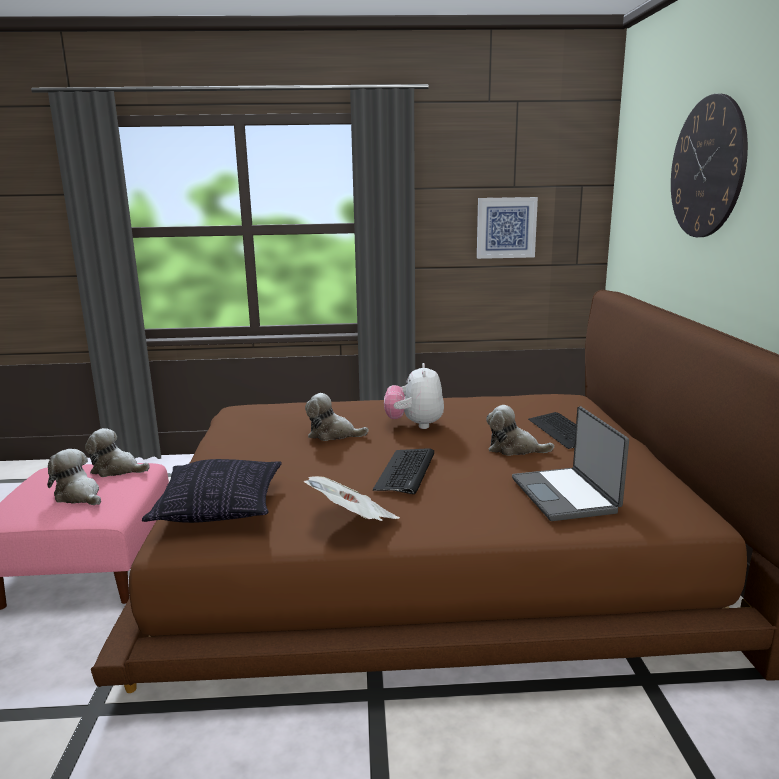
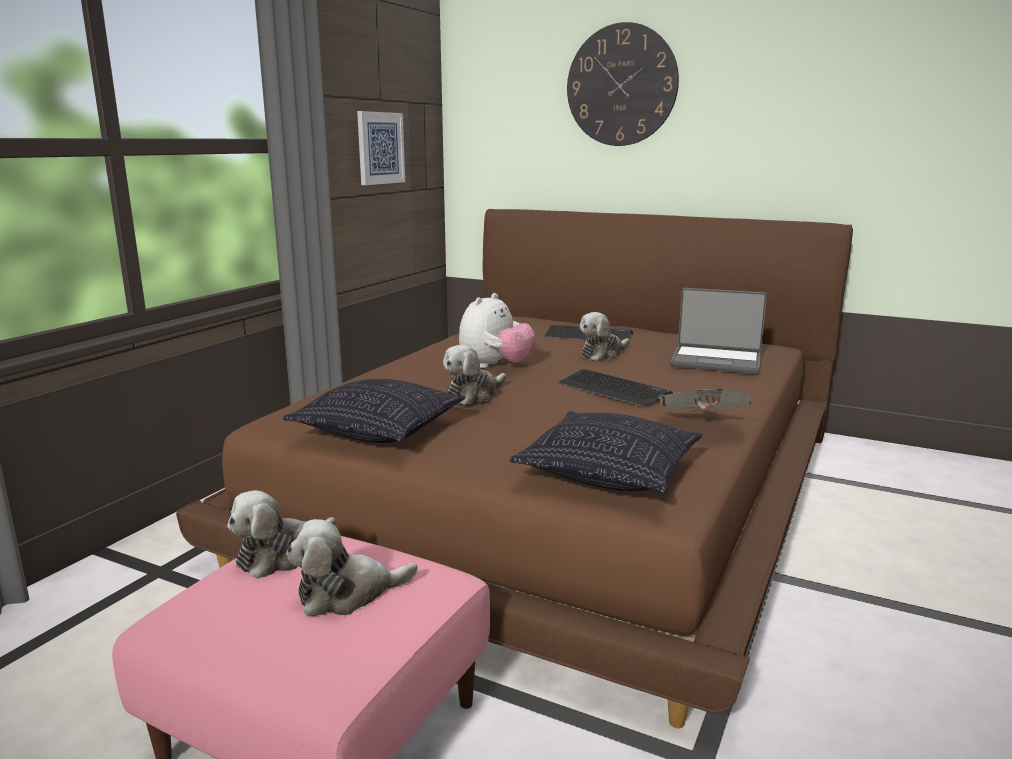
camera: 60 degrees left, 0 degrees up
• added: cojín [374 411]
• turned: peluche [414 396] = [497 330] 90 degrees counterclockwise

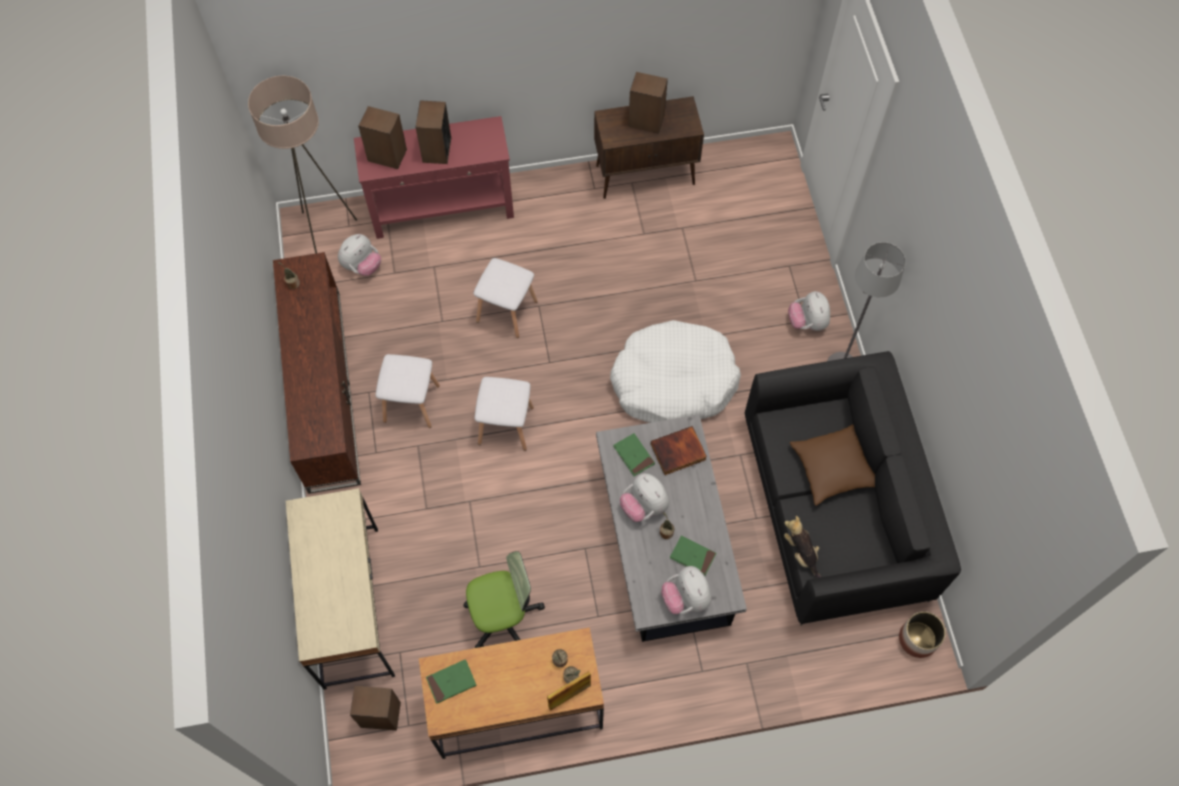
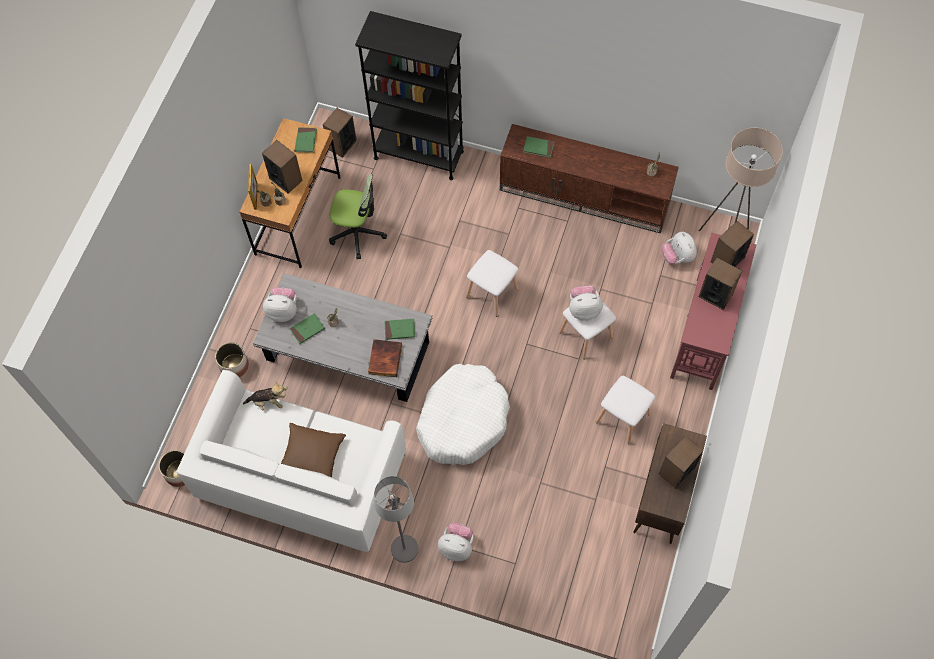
camera: 120 degrees right, 0 degrees up
• recoloured: sofá [negro] [853 488] to sofá [blanco] [291 461]
• added: maceta [232 359]
• added: altavoz [282 166]
• turned: silla de oficina [504 599] = [358 216] 90 degrees counterclockwise
• replaced: escritorio [beis] [340 589] to estantería [negro] [409 95]
• added: libro [verde] [538 147]
• moved: peluche [644 497] to [586 303]
• moved: taburete [blanco] [407 391] to [625 410]

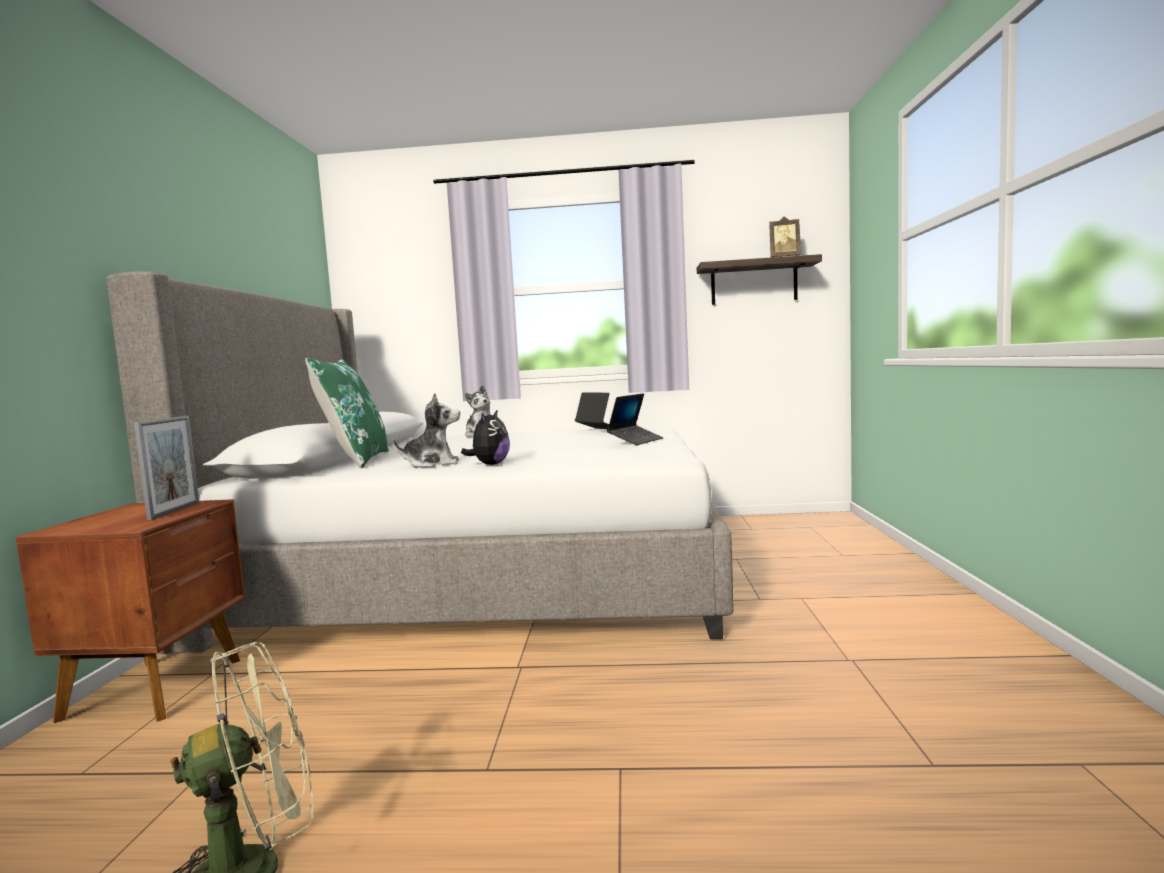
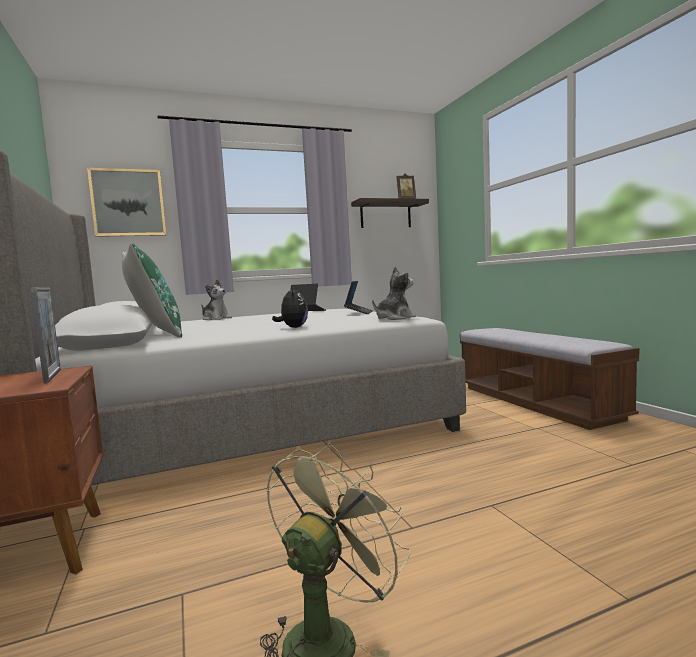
camera: 25 degrees left, 0 degrees up
• added: cuadro [126 202]
• moved: peluche [426 430] to [394 293]
• added: banco [549 379]

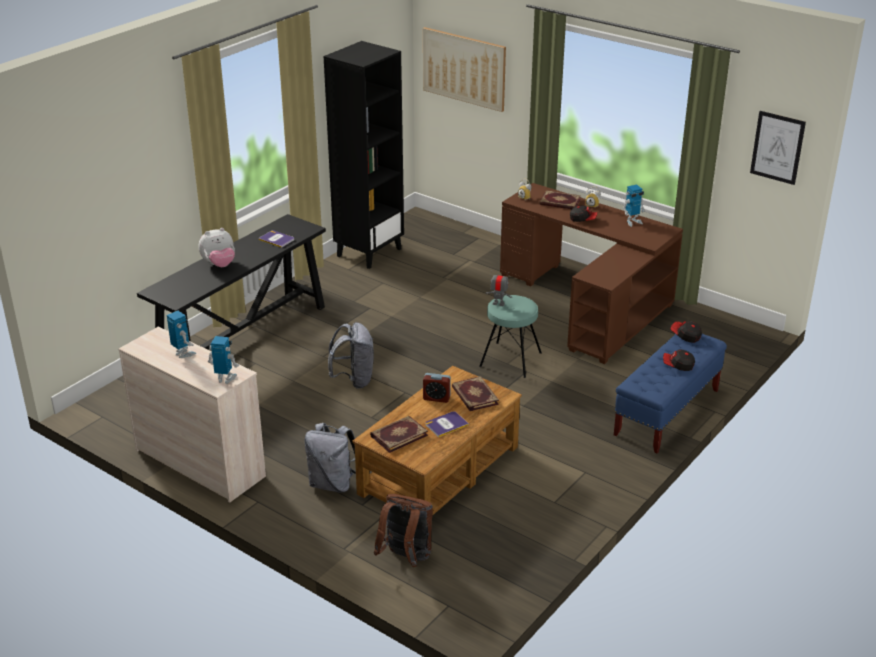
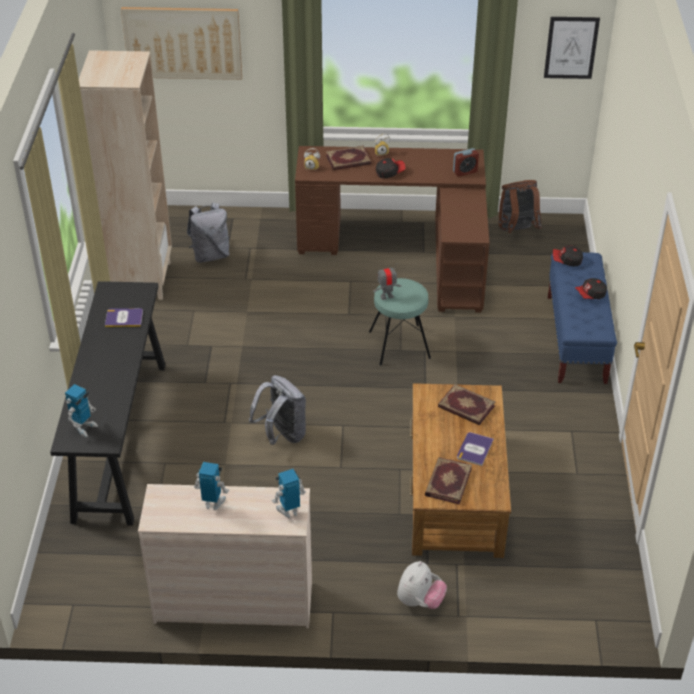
camera: 35 degrees left, 10 degrees up
• moved: robot de juguete [634 206] to [81 410]
• recoloured: estantería [negro] [363 155] to estantería [beis] [125 175]
• moved: mochila [gris] [330 458] to [208 233]
• moved: peluche [216 247] to [422 585]
• moved: despertador [437 388] to [466 162]
• moved: mochila [marrón] [403 530] to [520 206]

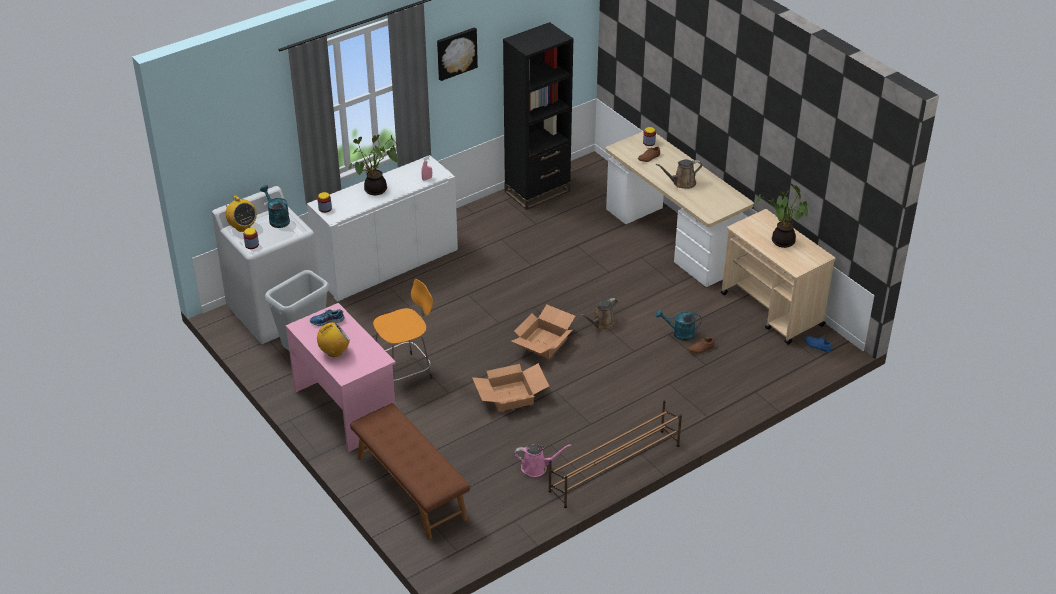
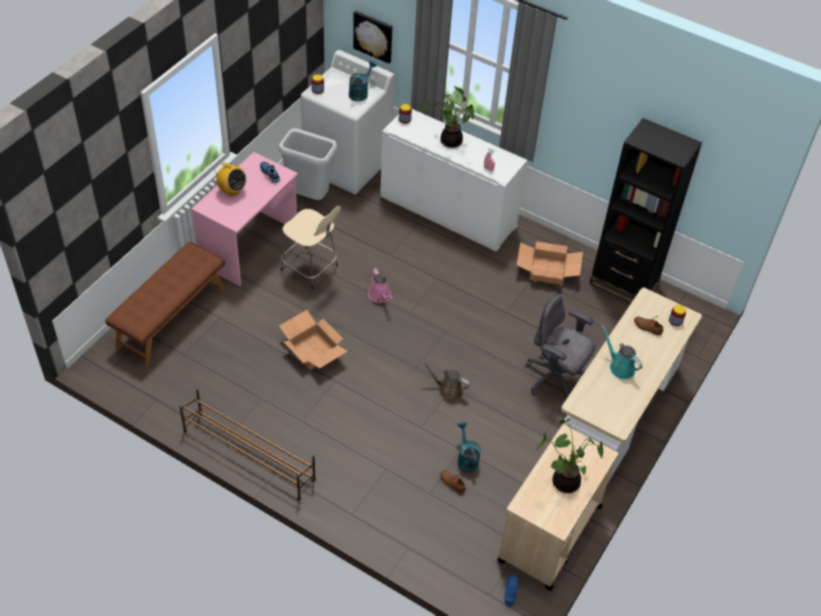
camera: 65 degrees right, 10 degrees up
• recoloured: taburete [naranja] [403 334] to taburete [beis] [311 247]
• moved: cuadro [457 54] to [372 37]
• moved: regadera [rosa] [542 460] to [380 285]
• moved: caja de cartón [543 331] to [550 263]
• added: silla de oficina [gris] [560 346]
• recoloured: regadera [marrón] [679 174] to regadera [turquesa] [621 352]
• removed: radio [240 214]

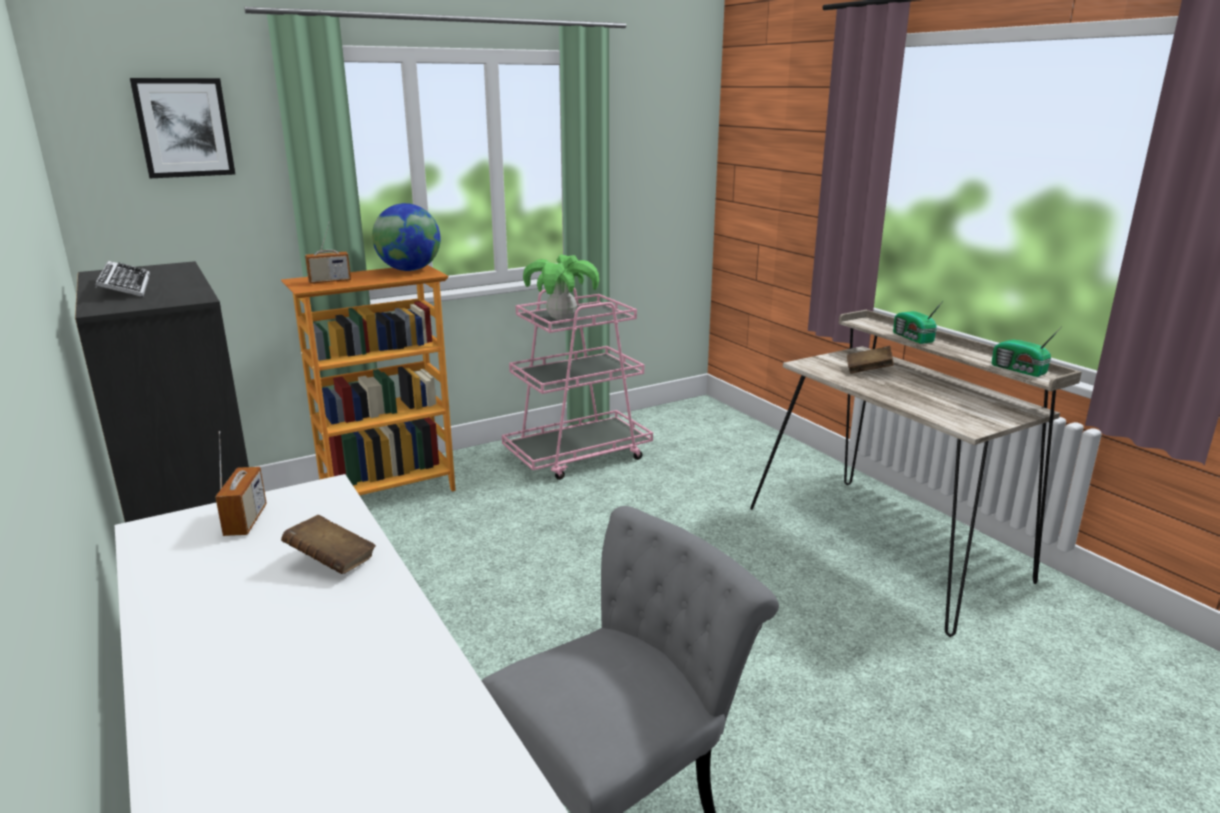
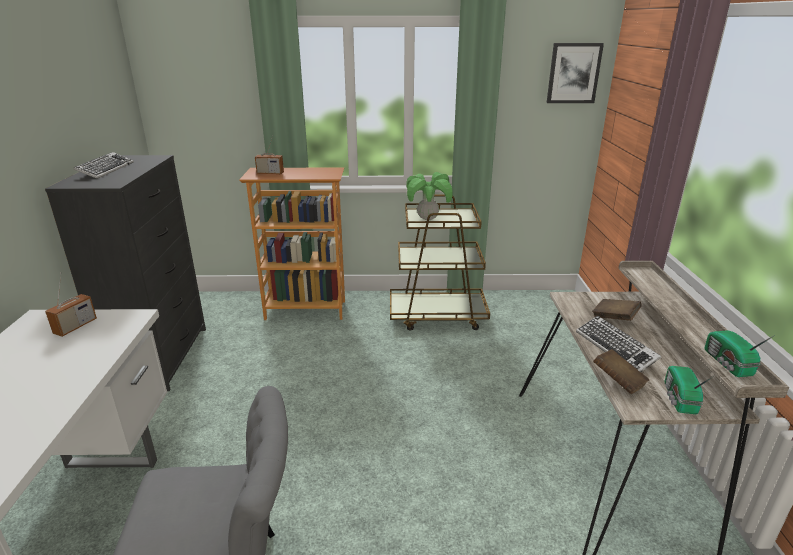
camera: 30 degrees right, 5 degrees up
• recoloured: carrito [rosa] [577 384] to carrito [marrón] [440 263]
• moved: cuadro [182 128] to [575 73]
• added: teclado [618 343]
• moved: libro [marrón] [328 544] to [621 371]
• moved: radio [918 322] to [689 390]
• removed: globo terráqueo [406 237]

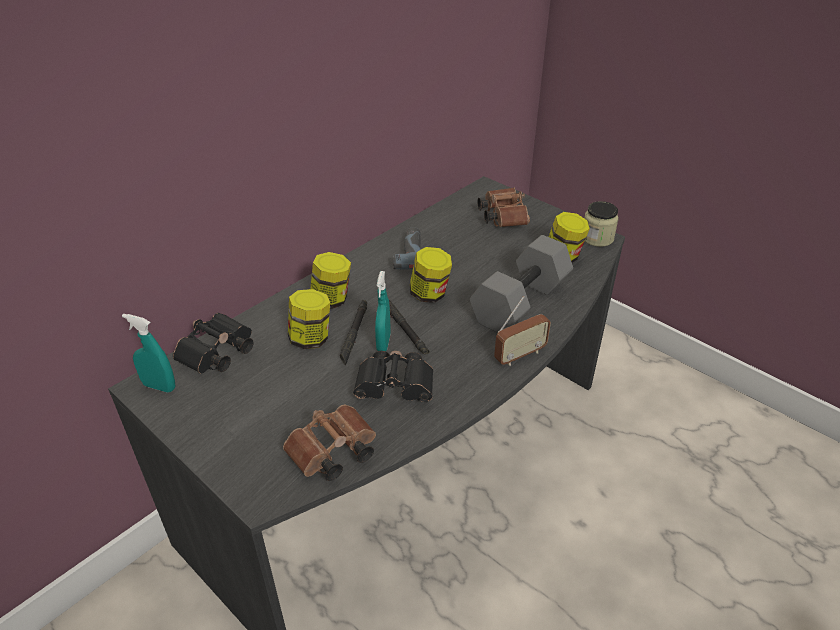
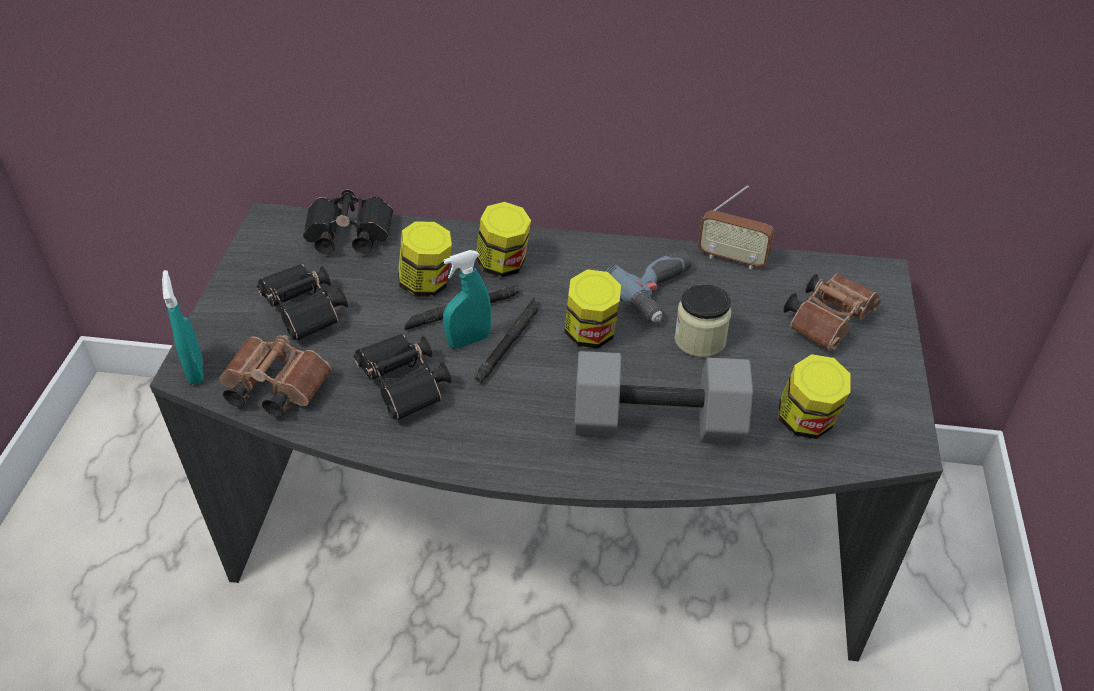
camera: 55 degrees right, 5 degrees up
• moved: pulverizador [turquesa] [148 353] to [182 327]
• added: prismáticos [negro] [302 302]
• moved: tarro [601 224] to [703 320]
• moved: radio [522 331] to [736 227]

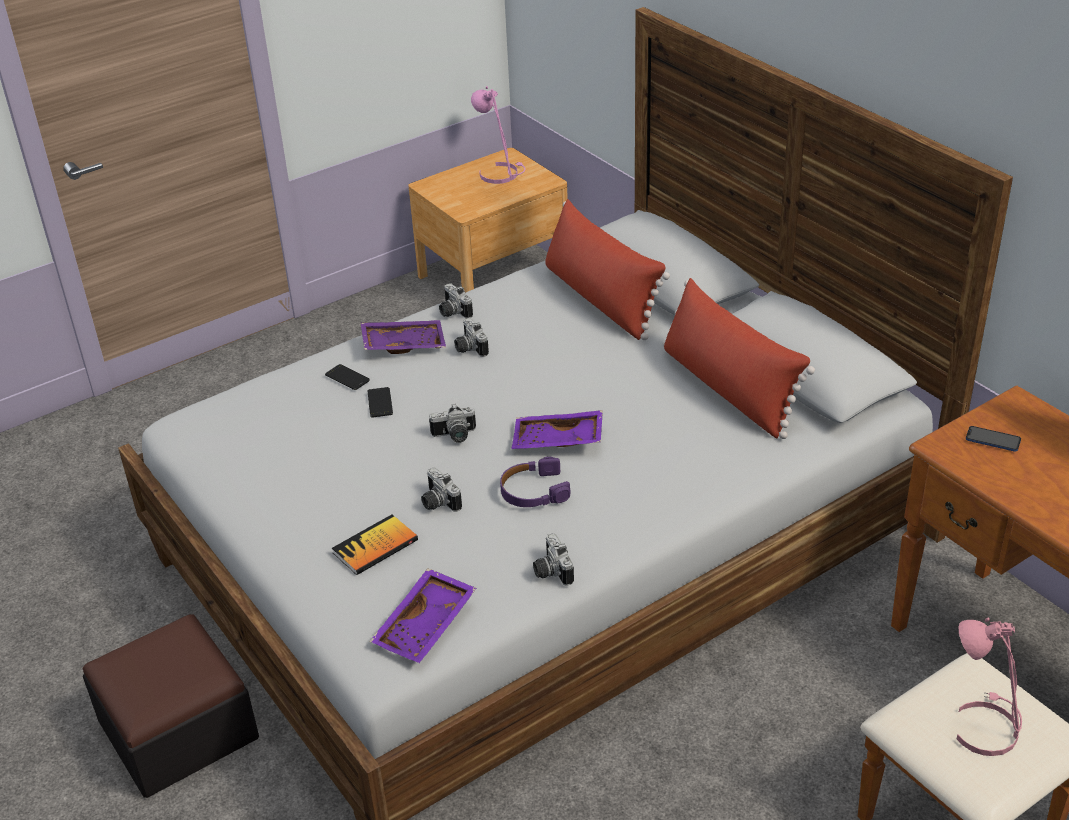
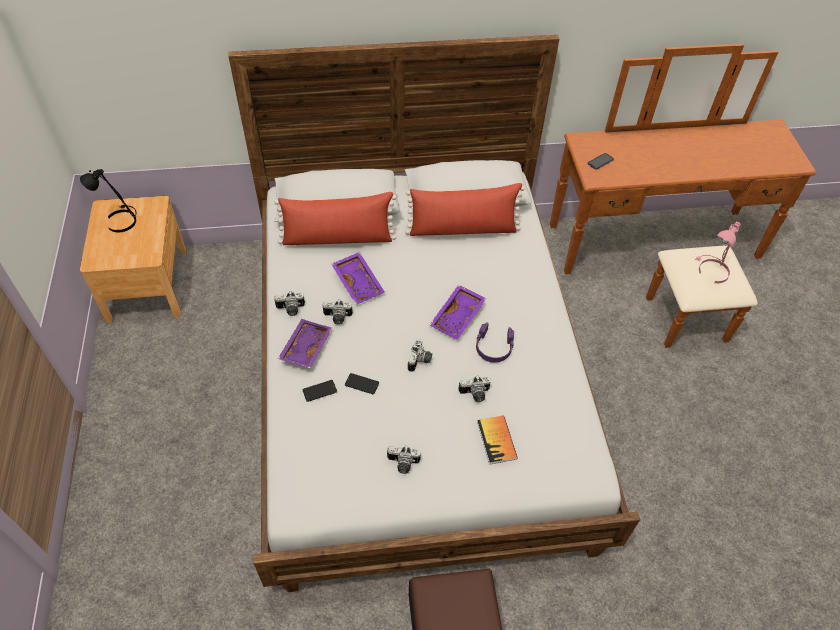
camera: 65 degrees left, 15 degrees up
• recoloured: lámpara de mesa [rosa] [498 135] to lámpara de mesa [negro] [108 201]
• moved: bandeja [morado] [423 615] to [358 278]
• moved: cámara [553 559] to [404 459]

